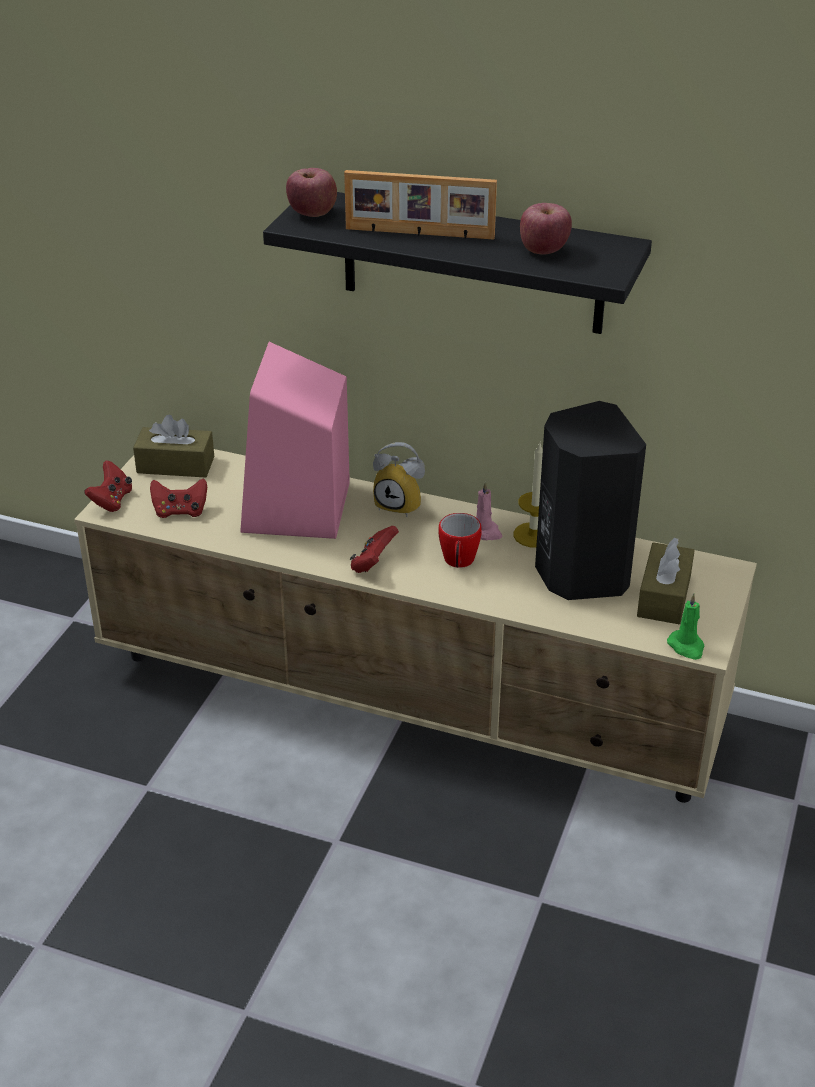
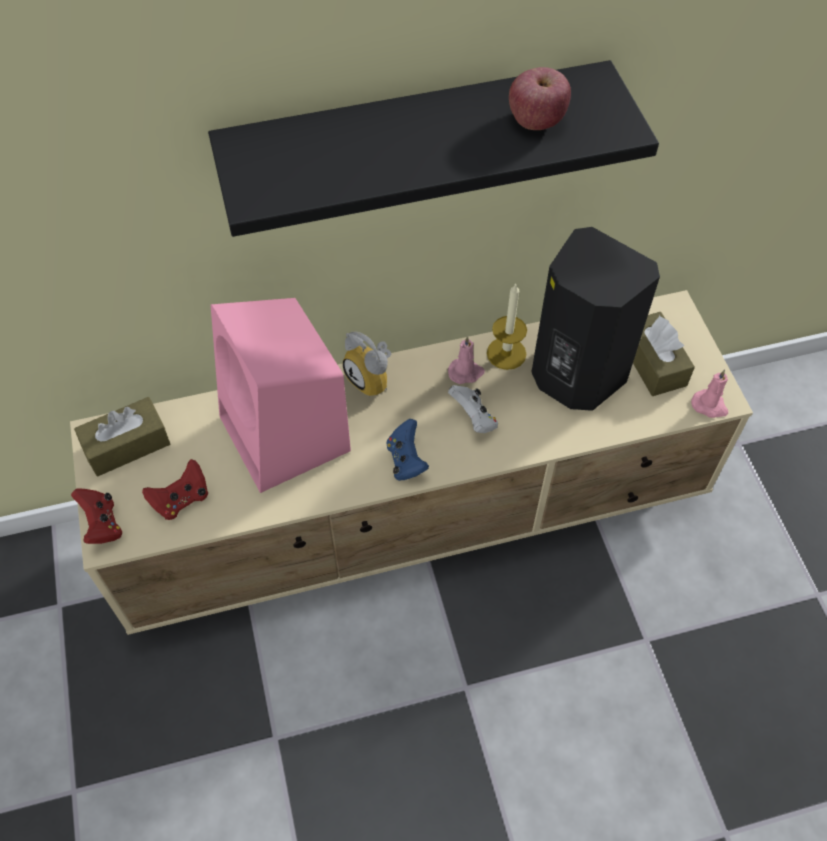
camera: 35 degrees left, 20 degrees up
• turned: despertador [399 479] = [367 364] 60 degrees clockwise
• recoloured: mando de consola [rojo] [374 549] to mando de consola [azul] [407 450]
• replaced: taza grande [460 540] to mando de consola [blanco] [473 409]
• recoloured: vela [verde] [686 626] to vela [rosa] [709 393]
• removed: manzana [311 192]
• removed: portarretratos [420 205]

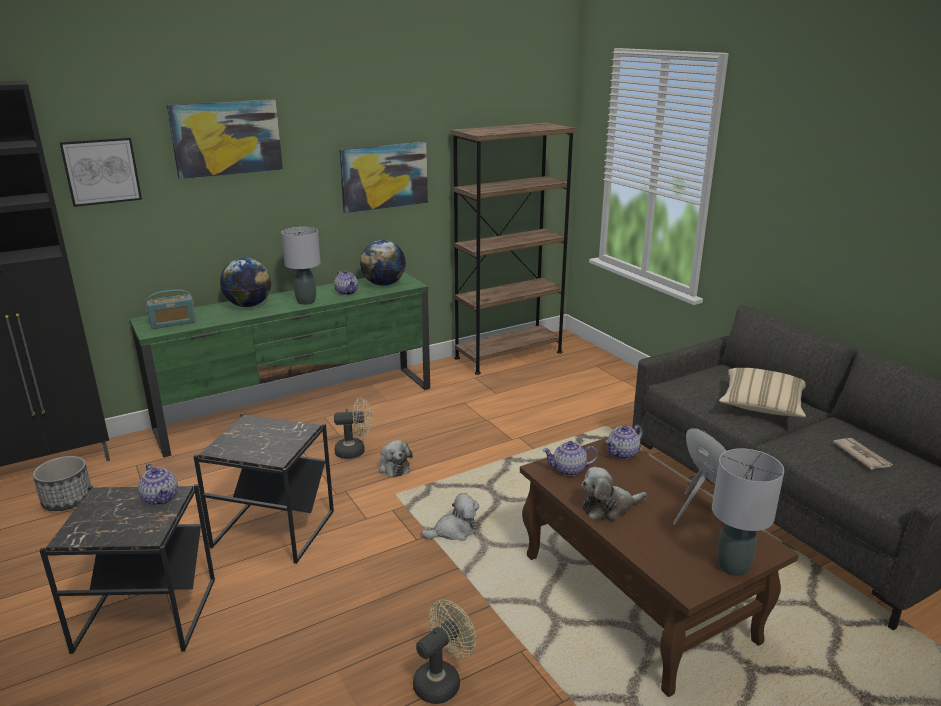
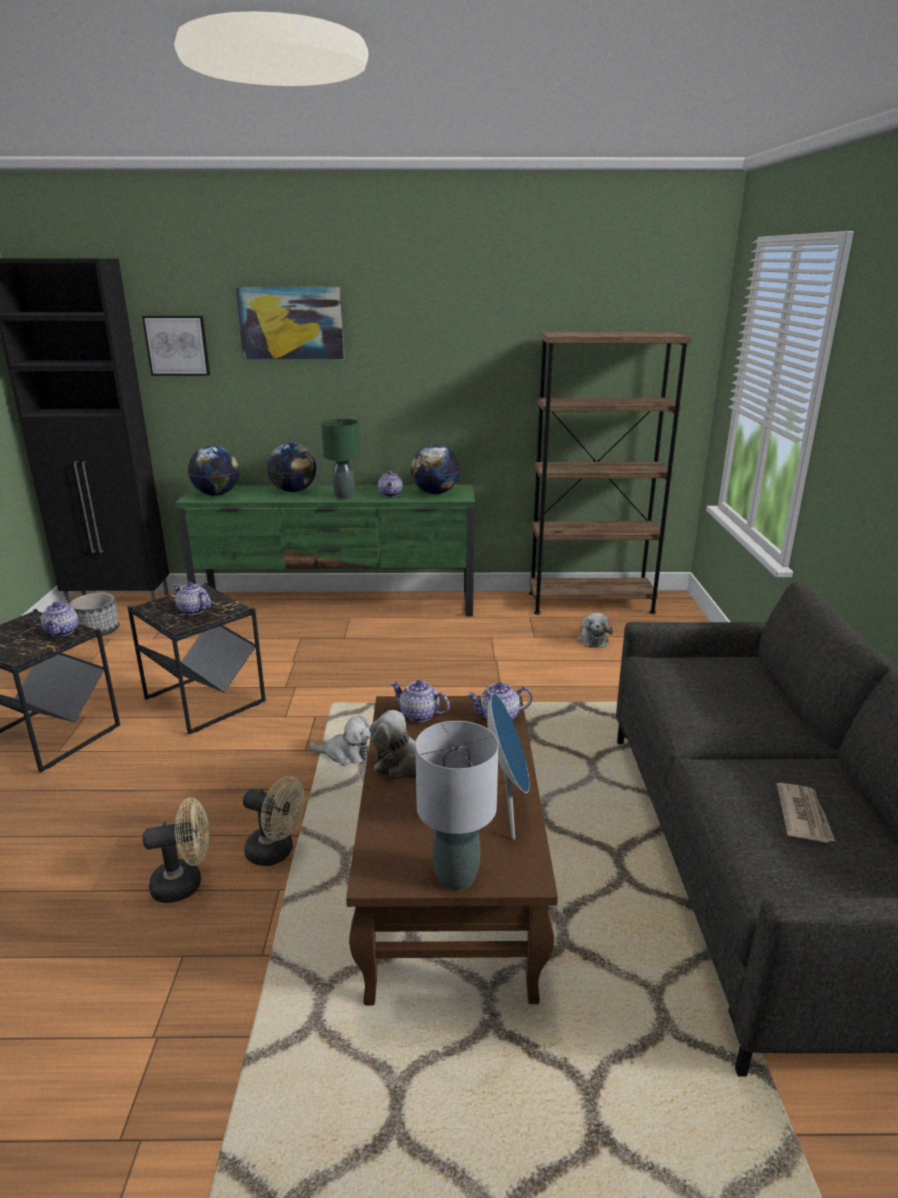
camera: 30 degrees right, 0 degrees up
• added: tetera [192 598]
• replaced: radio [170 309] to globo terráqueo [213 471]
• moved: ventilador [beis] [353 428] to [274 821]
• recoloured: lámpara de mesa [gris] [301 266] to lámpara de mesa [verde] [340 459]
• moved: peluche [396 458] to [595 630]
• removed: cuadro [383 177]
• removed: cojín [beis] [762 392]

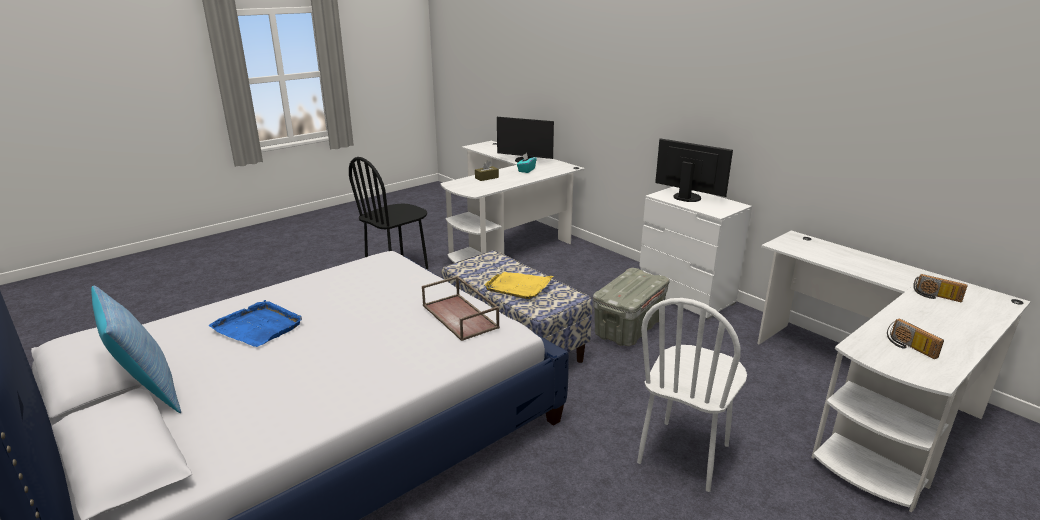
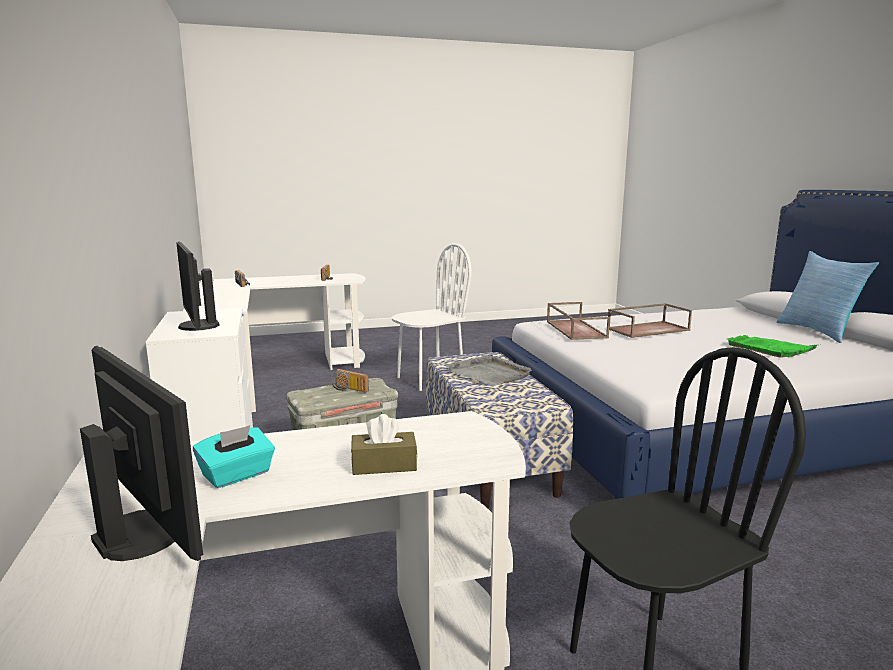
camera: 155 degrees left, 10 degrees down
• added: radio [350 381]
• recoloured: bandeja [amarillo] [519 285] to bandeja [gris] [489 370]
• added: bandeja [marrón] [650 320]
• recoloured: bandeja [azul] [255 323] to bandeja [verde] [772 346]

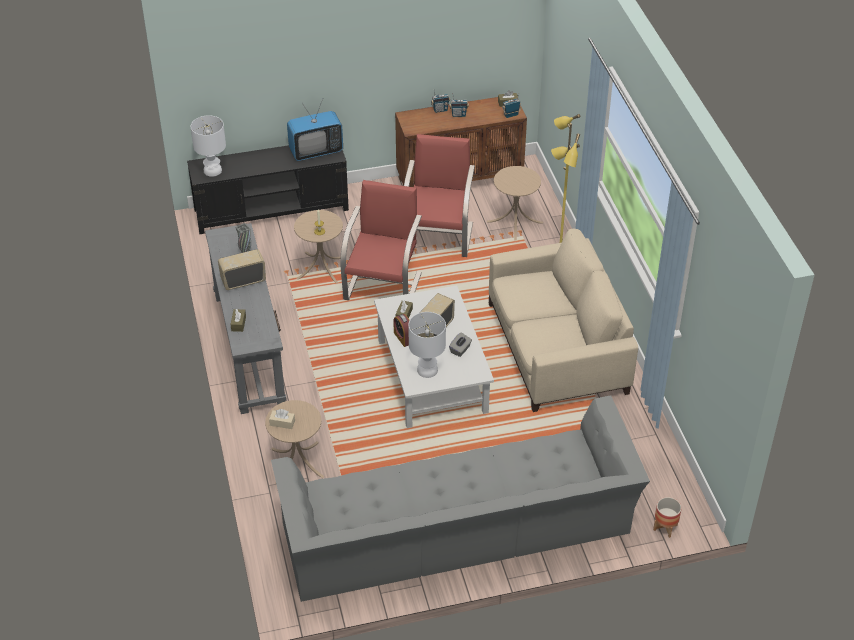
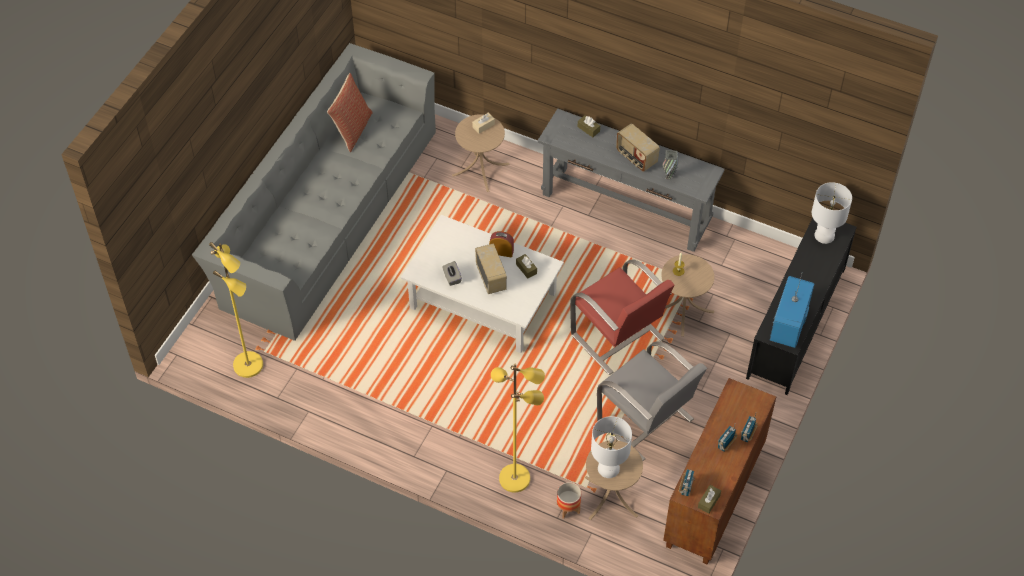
camera: 130 degrees right, 10 degrees up
• added: lámpara de pie [amarillo] [236 310]
• added: cojín [350 112]
• moved: maceta [667 517] to [569 500]
• moved: lámpara de mesa [blanco] [427 345] to [611 447]
• recoloured: sillón [rojo] [439 195] to sillón [gris] [652 401]
• turned: radio [242 269] = [638 148] 120 degrees clockwise
• removed: sofá [beis] [563 320]

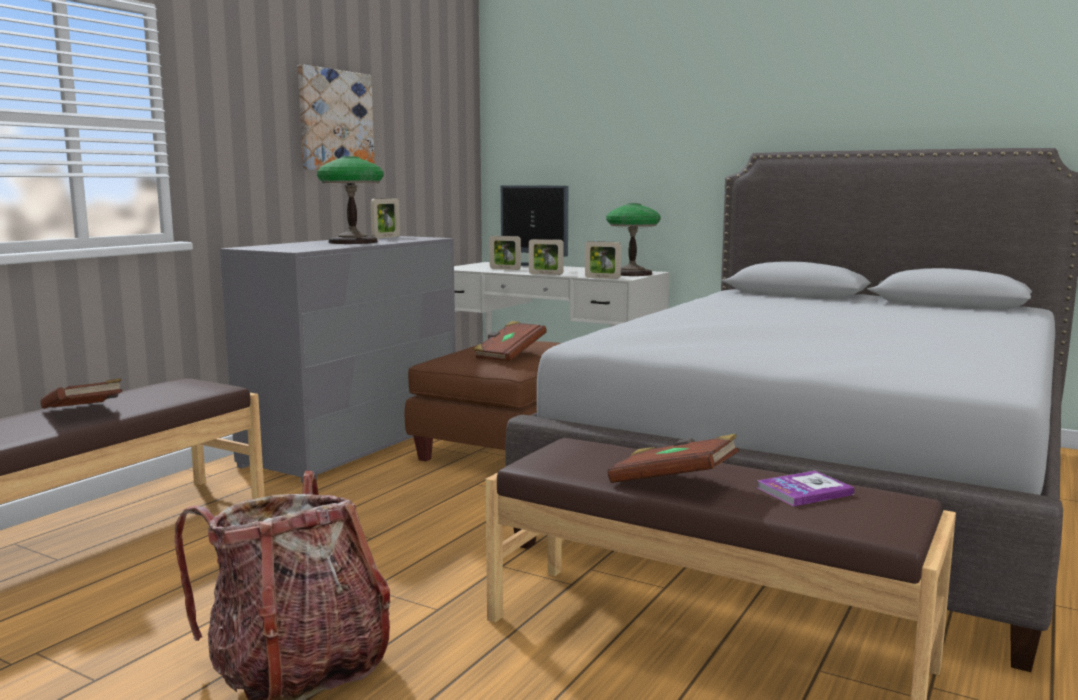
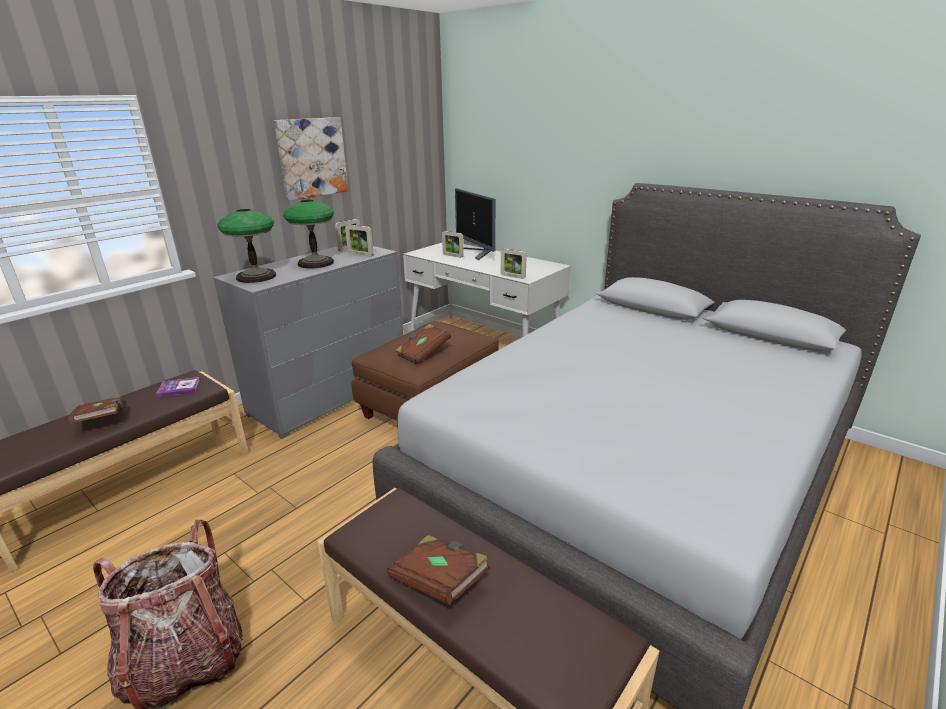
camera: 10 degrees right, 15 degrees up
• moved: libro [806 488] to [178 387]
• moved: lámpara de mesa [633 240] to [246 246]
• moved: portarretratos [546 257] to [359 241]

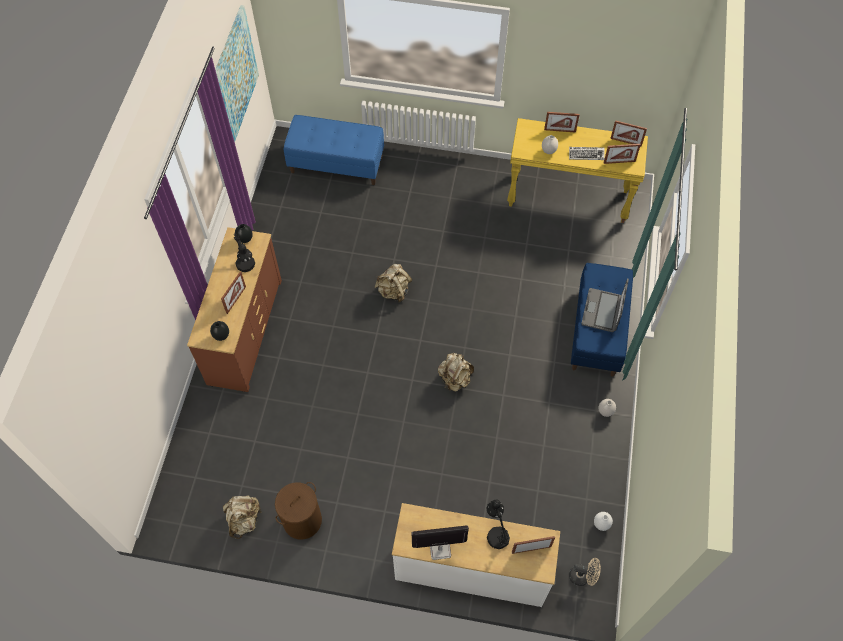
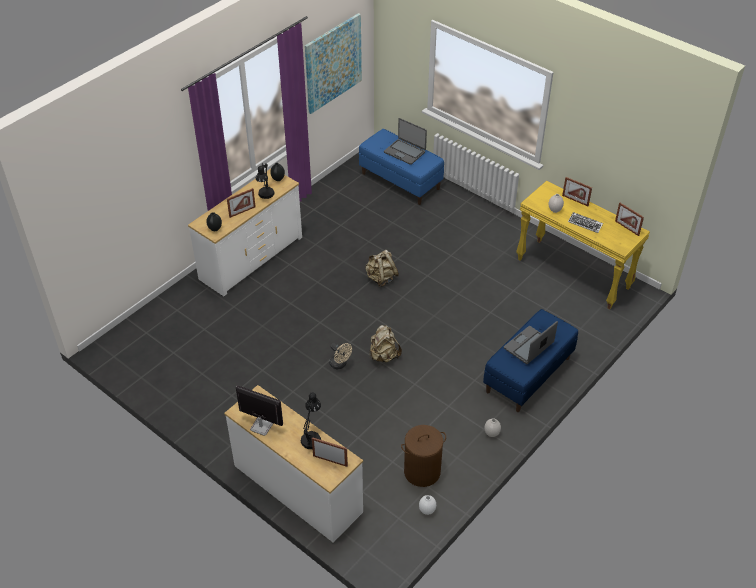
camera: 30 degrees right, 15 degrees down
• recoloured: cómoda [marrón] [234 309] to cómoda [blanco] [245 232]
• moved: ventilador [beis] [585 572] to [340 356]
• added: portátil [405 141]
• moved: cesto de la ropa [marrón] [298 511] to [423 456]
• removed: mochila [beis] [242 517]
• removed: portarretratos [622 154]

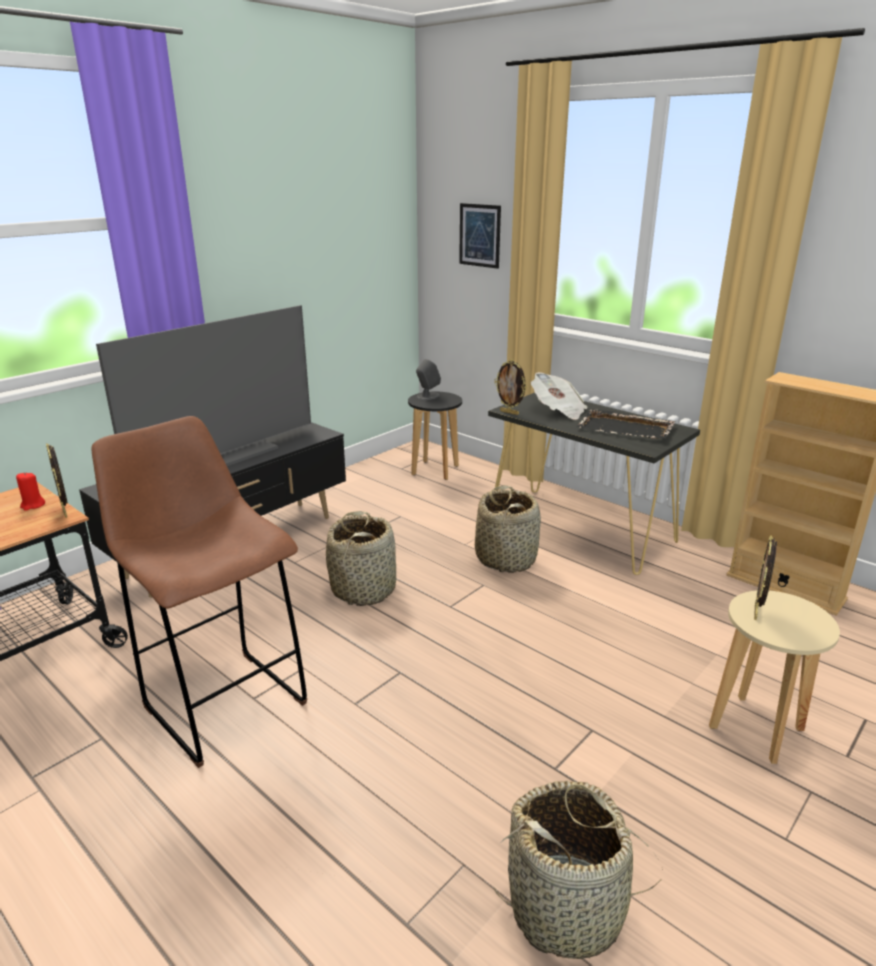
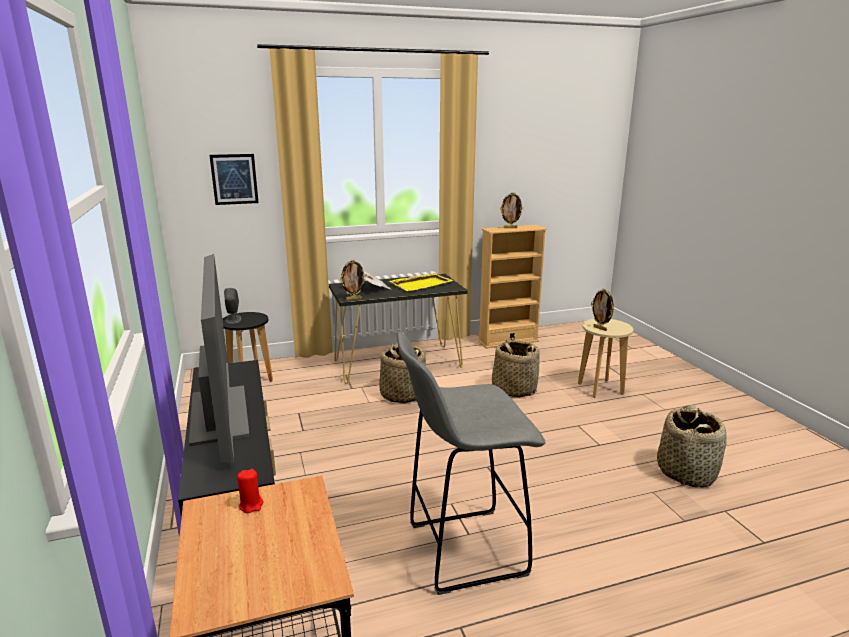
camera: 60 degrees left, 5 degrees down
• recoloured: bandeja [negro] [625 424] to bandeja [amarillo] [421 282]
• recoloured: taburete [marrón] [199 592] to taburete [gris] [471 463]
• moved: cesta [361 558] to [516 368]
• moved: portarretratos [56 480] to [512 210]

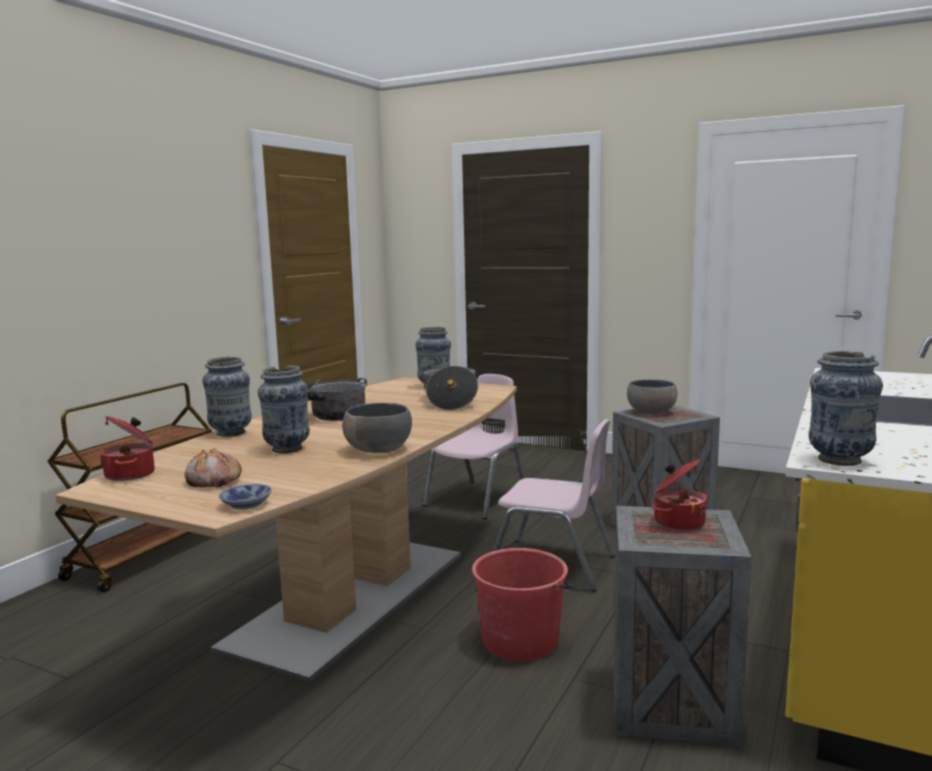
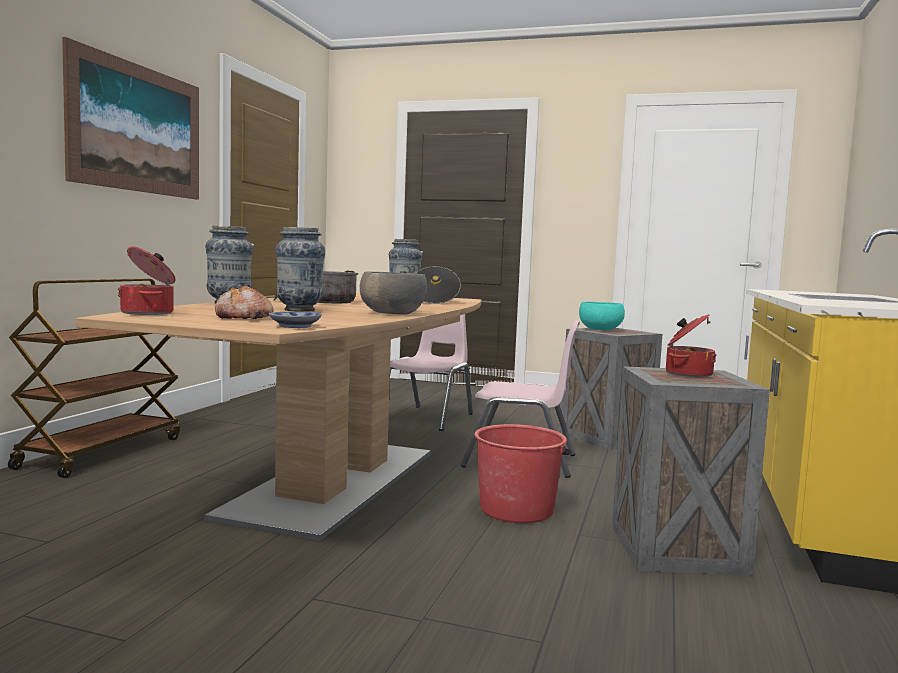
camera: 10 degrees left, 5 degrees down
• added: cuadro [130 118]
• recoloured: cuenco [gris] [652 396] to cuenco [turquesa] [602 316]
• removed: florero [846 408]

